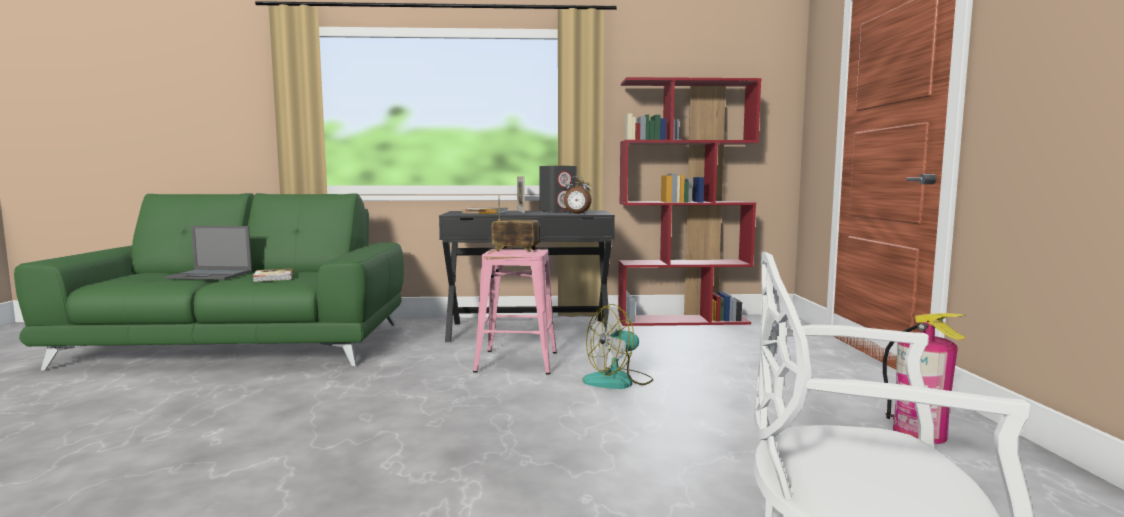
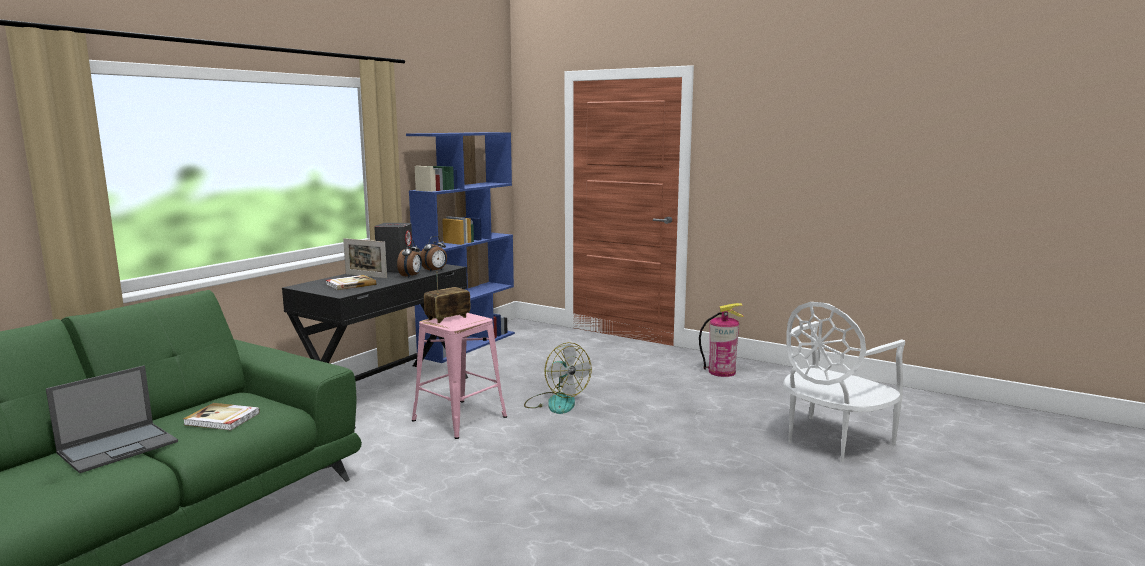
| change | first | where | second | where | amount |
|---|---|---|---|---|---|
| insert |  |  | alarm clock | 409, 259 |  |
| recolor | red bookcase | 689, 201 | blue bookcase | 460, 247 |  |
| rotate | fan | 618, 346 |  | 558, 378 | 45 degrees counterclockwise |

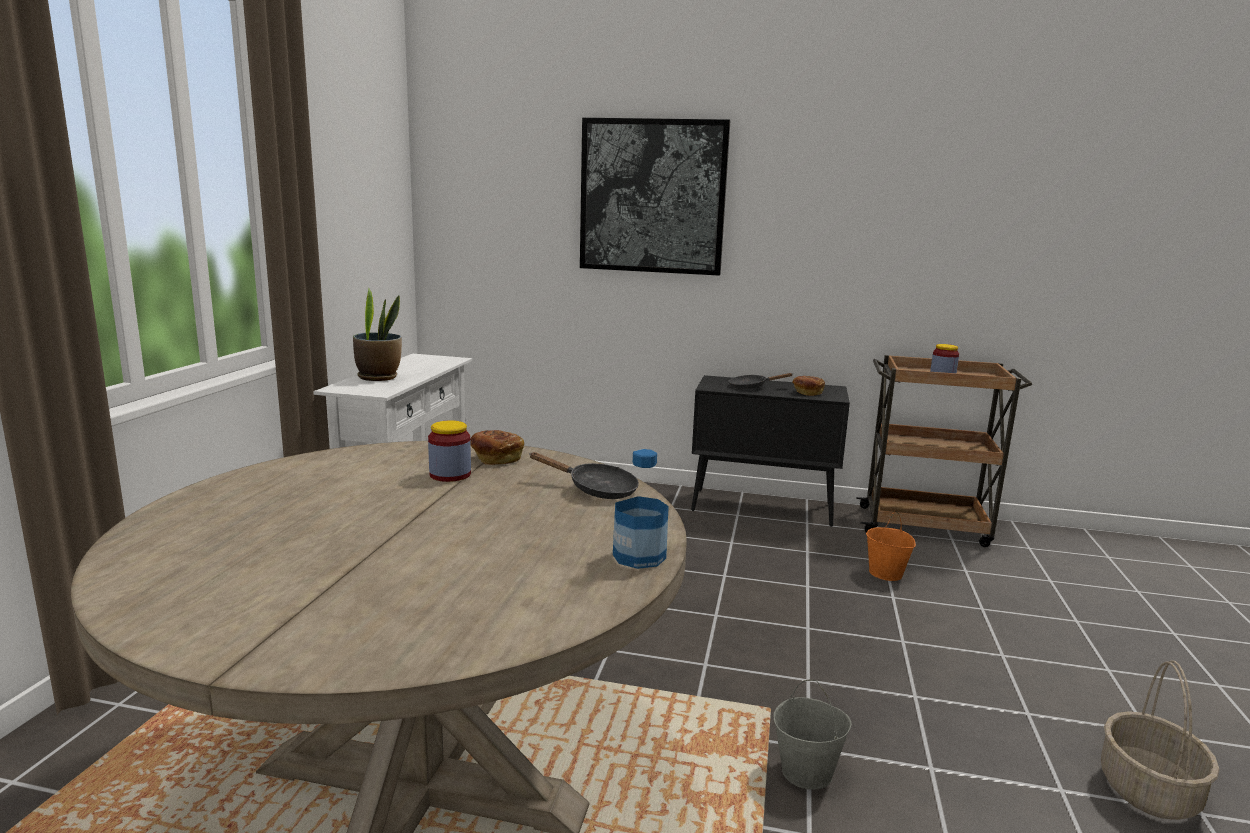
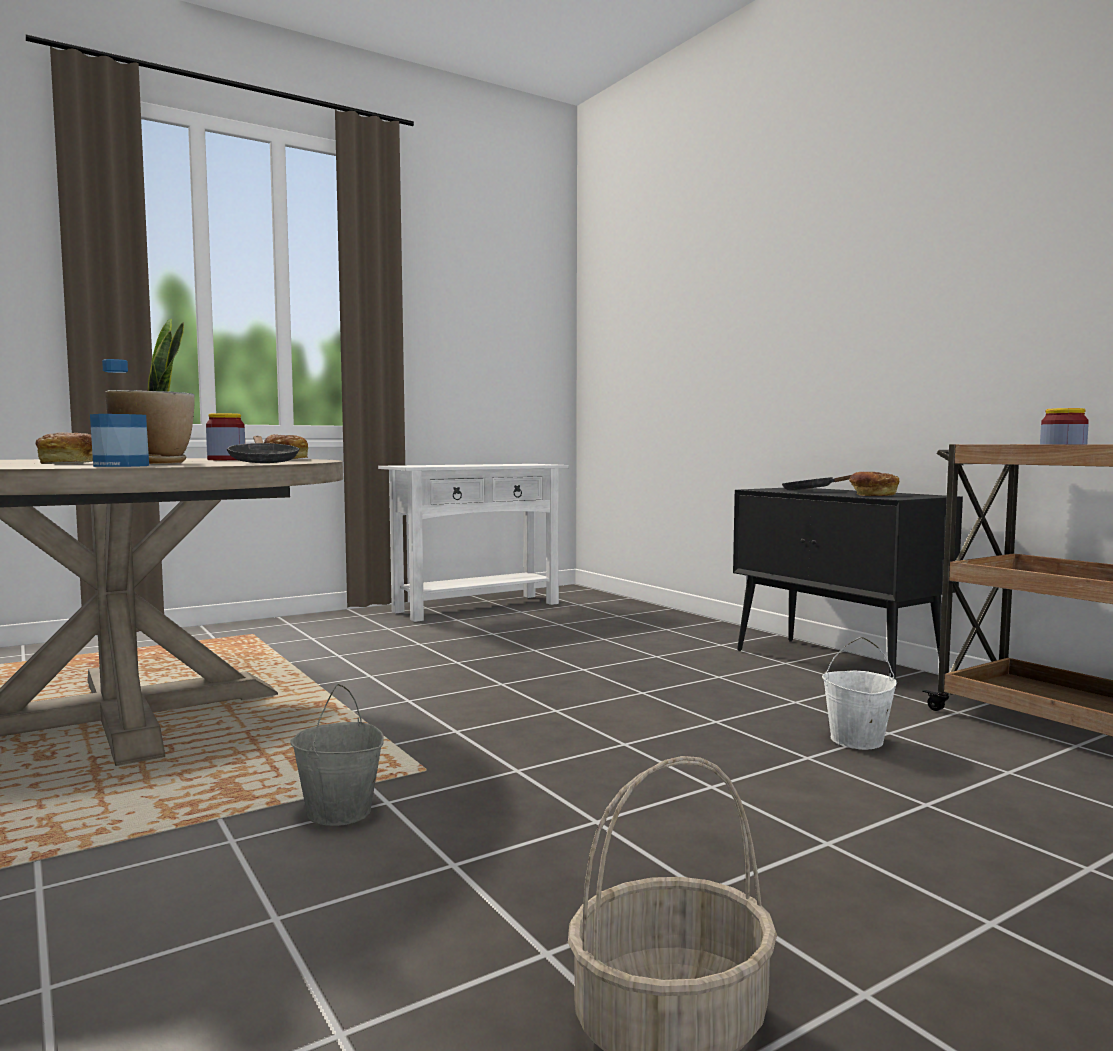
| change | first | where | second | where | amount |
|---|---|---|---|---|---|
| delete | picture | 655, 197 |  |  |  |
| insert |  |  | bread | 64, 448 |  |
| move | potted plant | 377, 334 |  | 150, 391 |  |
| recolor | orange bucket | 891, 546 | white bucket | 859, 693 |  |

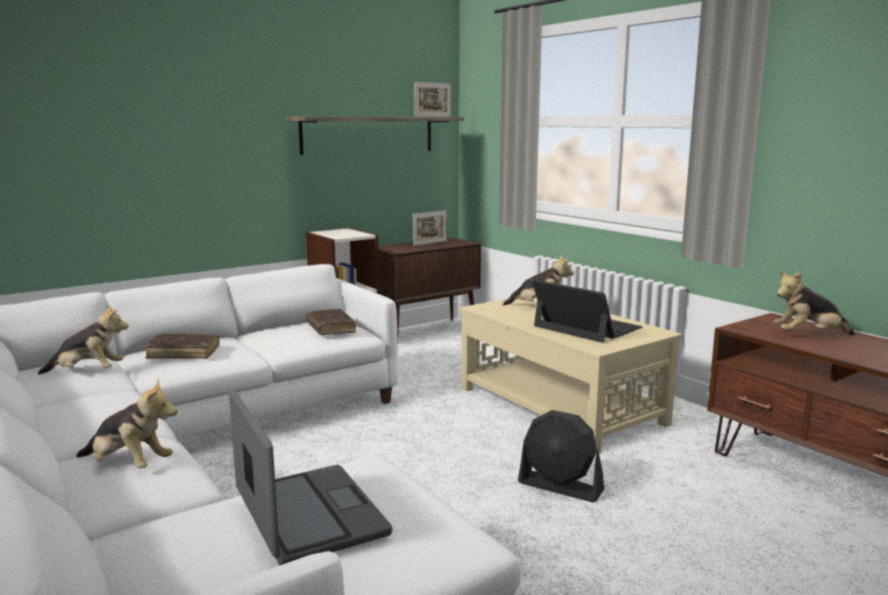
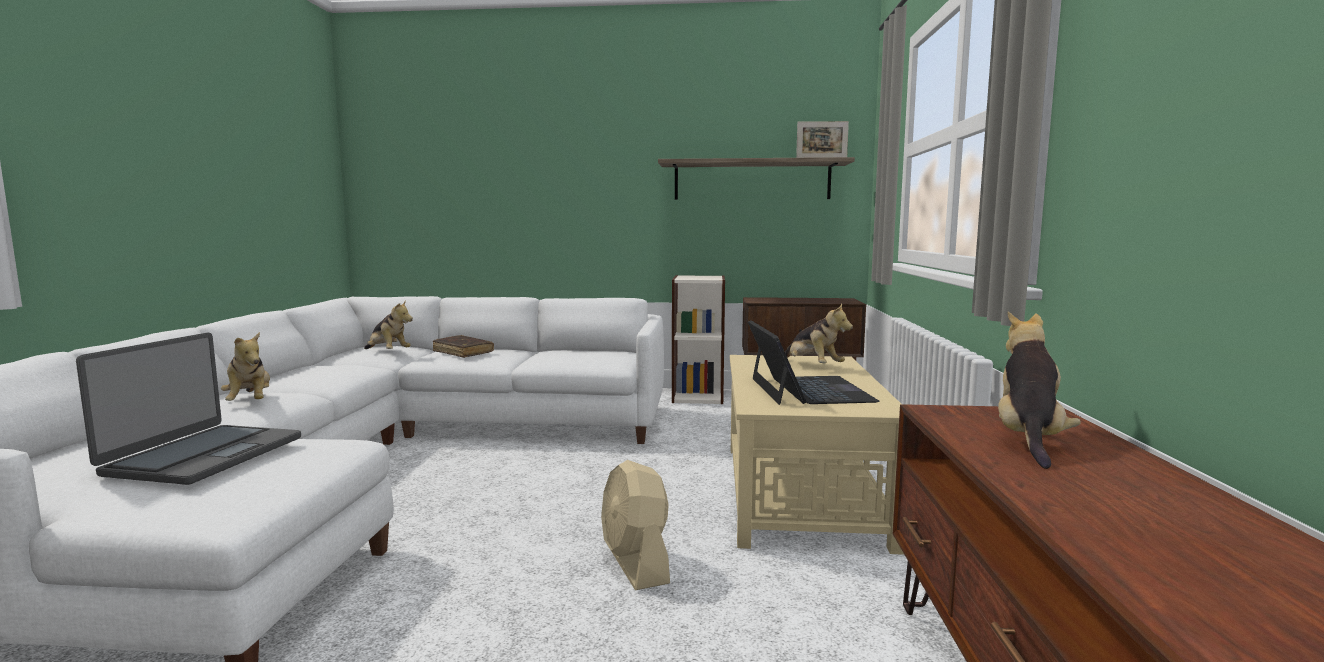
| change | first | where | second | where | amount |
|---|---|---|---|---|---|
| delete | brown book | 330, 322 |  |  |  |
| delete | picture frame | 429, 228 |  |  |  |
| recolor | black fan | 561, 456 | beige fan | 635, 525 |  |
| rotate | plush toy | 814, 303 |  | 1039, 390 | 75 degrees clockwise |

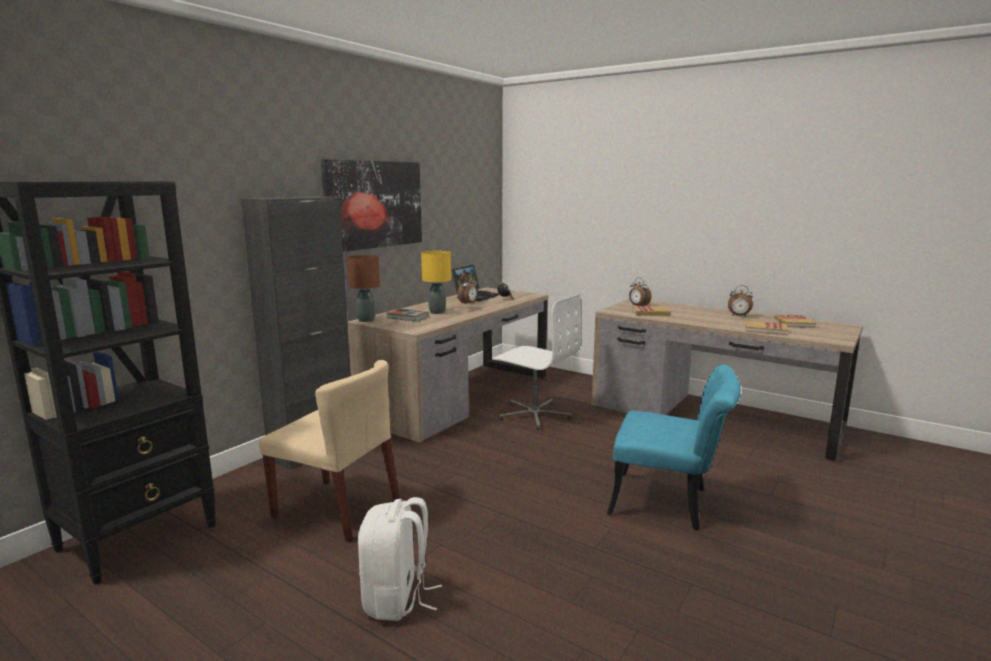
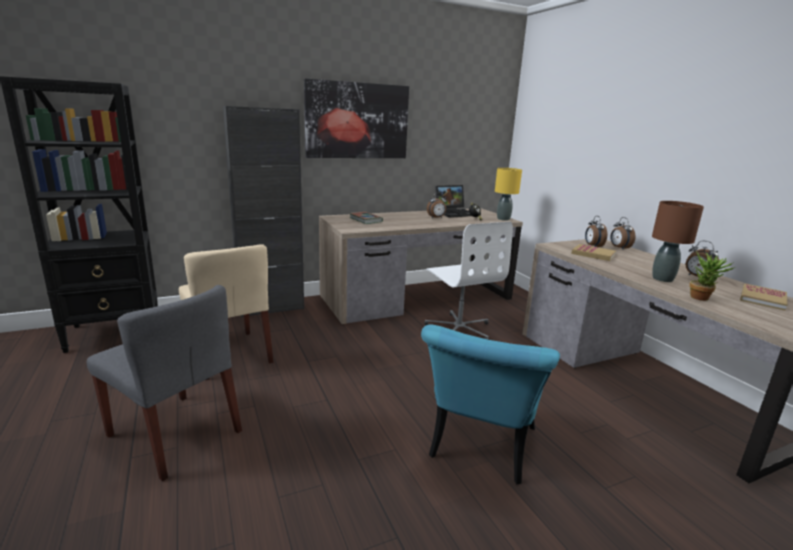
| change | first | where | second | where | amount |
|---|---|---|---|---|---|
| insert |  |  | alarm clock | 623, 233 |  |
| move | brown table lamp | 363, 288 |  | 678, 241 |  |
| move | yellow table lamp | 436, 282 |  | 508, 194 |  |
| replace | white backpack | 400, 559 | grey chair | 164, 383 |  |
| replace | book | 767, 328 | potted plant | 712, 276 |  |
| rotate | turquoise chair | 674, 448 |  | 490, 404 | 60 degrees clockwise |

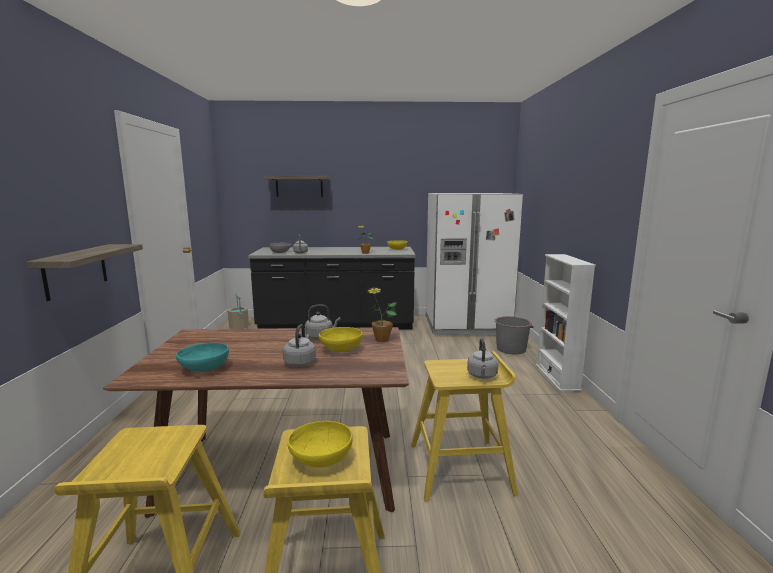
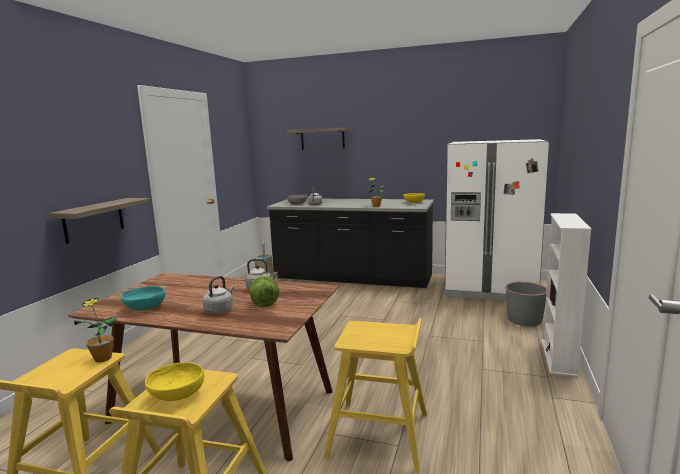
| change | first | where | second | where | amount |
|---|---|---|---|---|---|
| delete | grey kettle | 483, 358 |  |  |  |
| move | potted plant | 382, 314 |  | 95, 330 |  |
| replace | yellow bowl | 340, 339 | lettuce | 264, 291 |  |

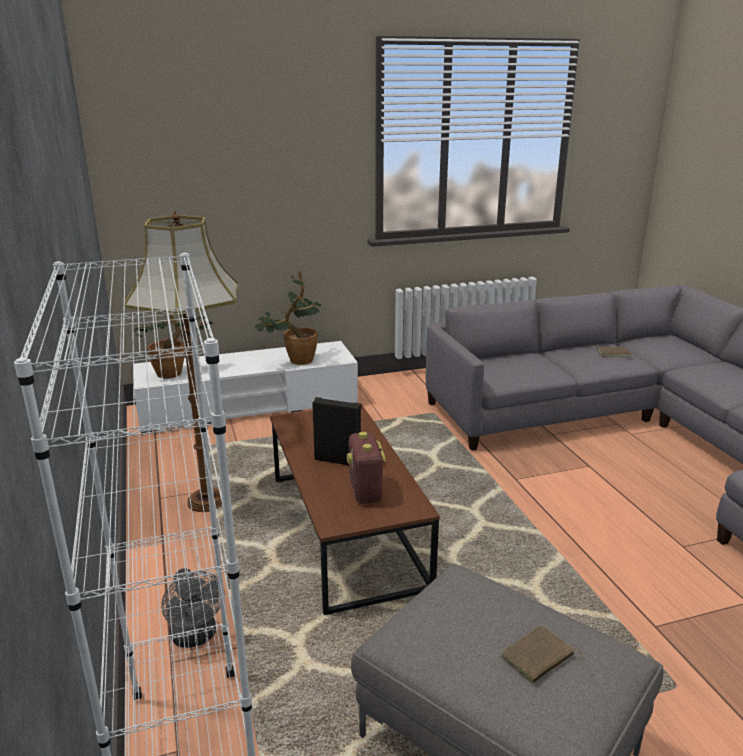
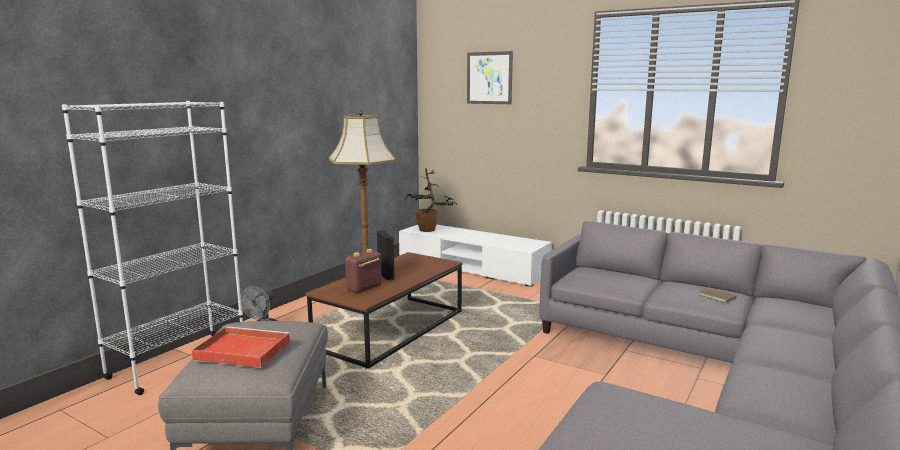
| change | first | where | second | where | amount |
|---|---|---|---|---|---|
| delete | potted plant | 288, 318 |  |  |  |
| insert |  |  | picture | 490, 77 |  |
| replace | brown book | 543, 654 | red tray | 241, 347 |  |

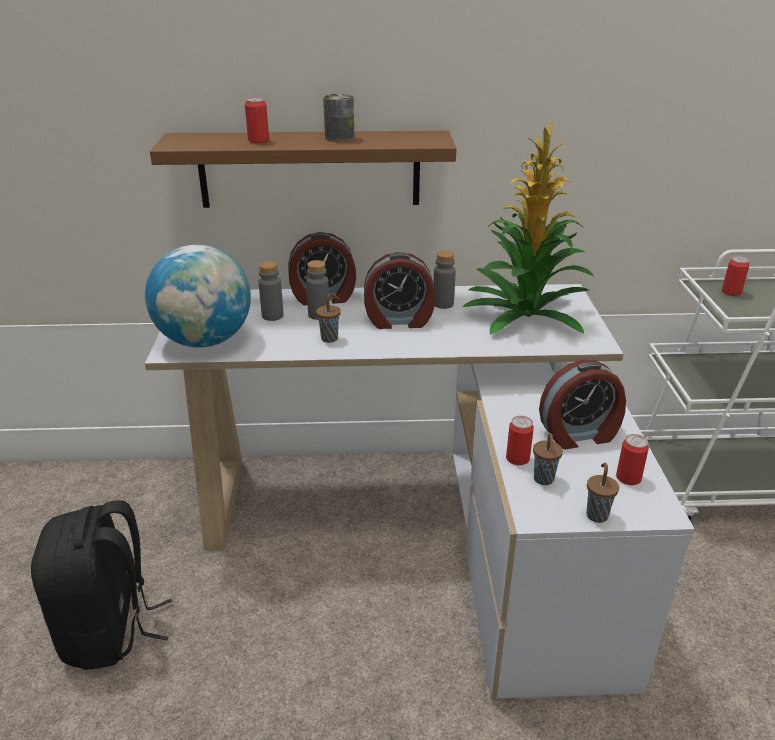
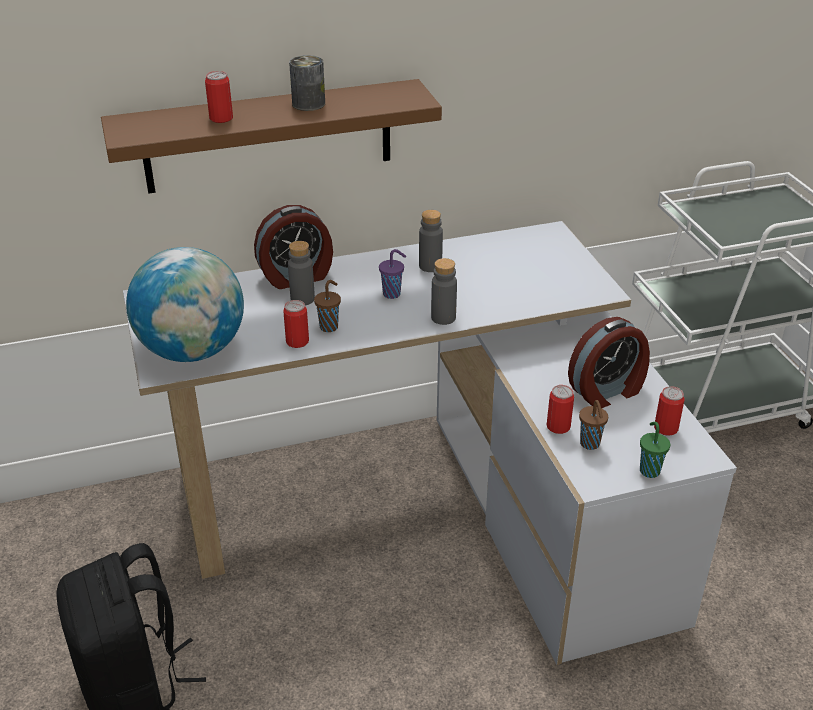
| change | first | where | second | where | amount |
|---|---|---|---|---|---|
| delete | potted plant | 528, 229 |  |  |  |
| move | grey bottle | 271, 291 |  | 444, 291 |  |
| move | can | 735, 276 |  | 296, 324 |  |
| replace | alarm clock | 399, 290 | purple cup | 392, 274 |  |
| recolor | brown cup | 602, 493 | green cup | 655, 450 |  |

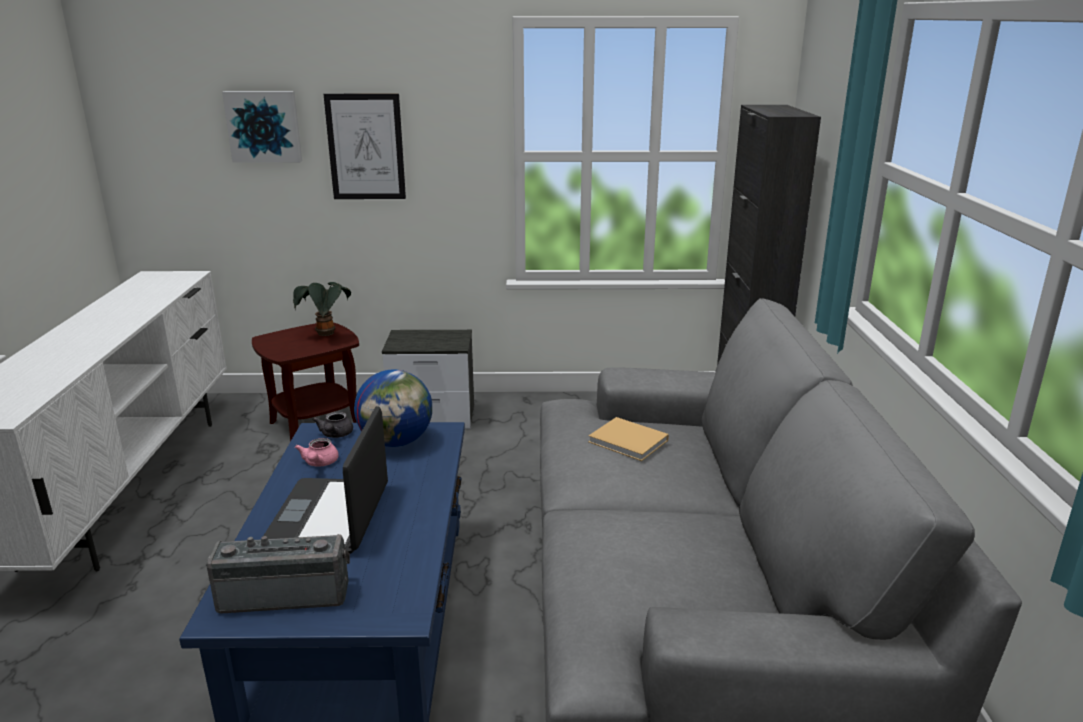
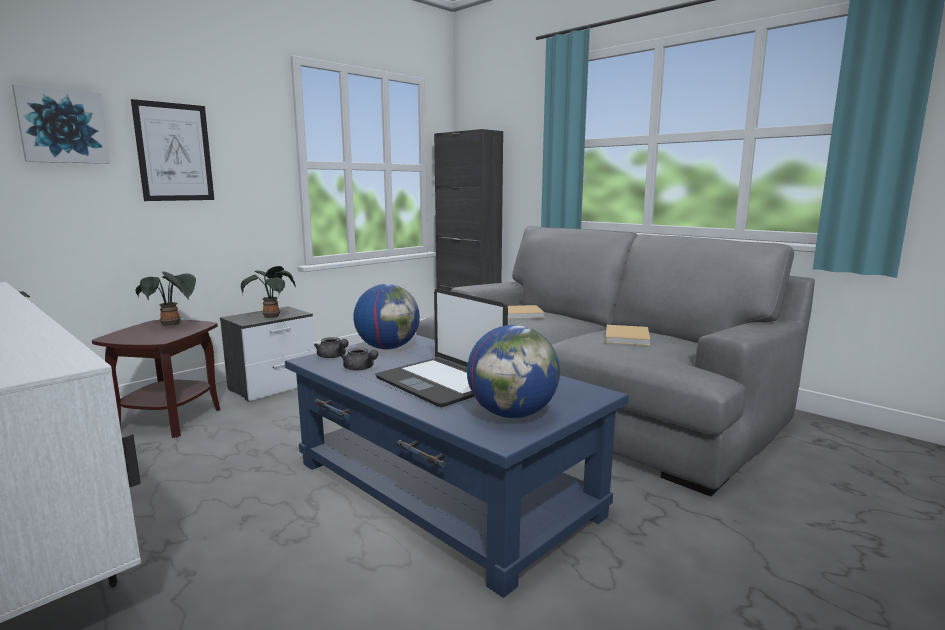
| change | first | where | second | where | amount |
|---|---|---|---|---|---|
| insert |  |  | potted plant | 268, 292 |  |
| insert |  |  | beige book | 627, 335 |  |
| replace | radio | 278, 574 | globe | 513, 371 |  |
| recolor | pink teapot | 317, 452 | grey teapot | 359, 358 |  |

